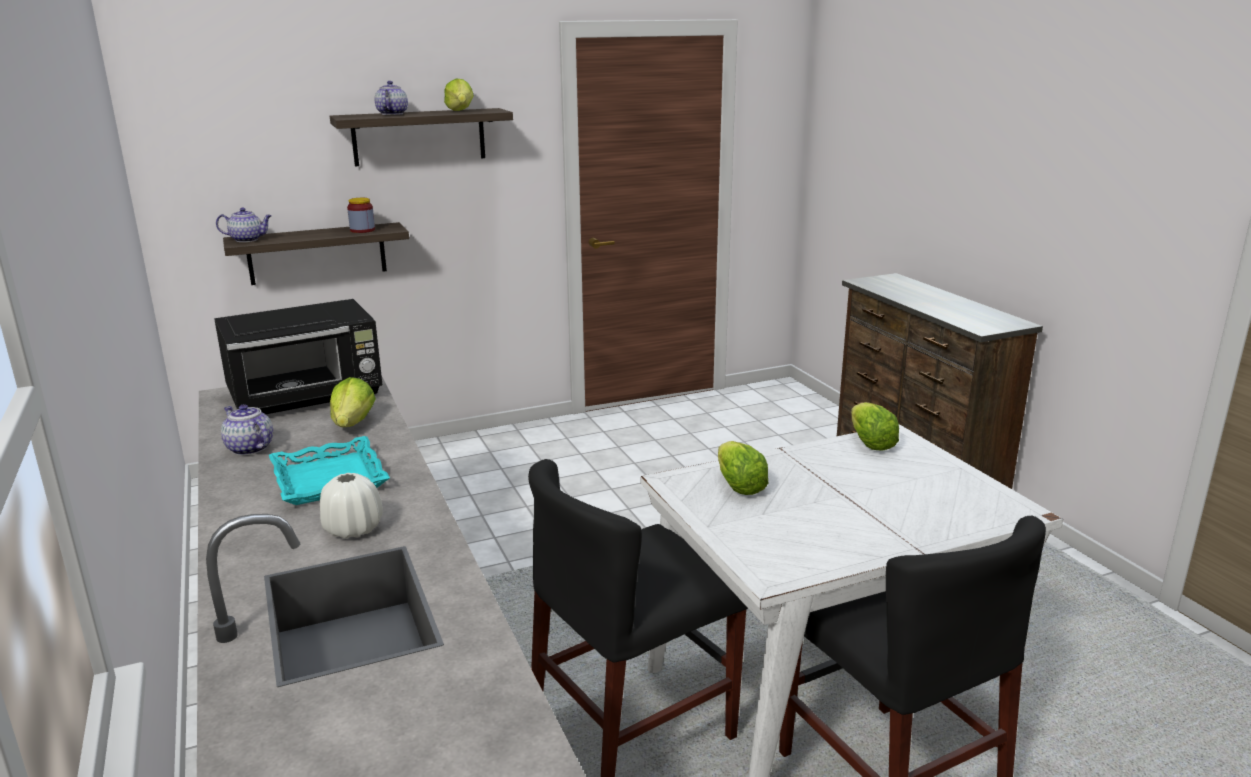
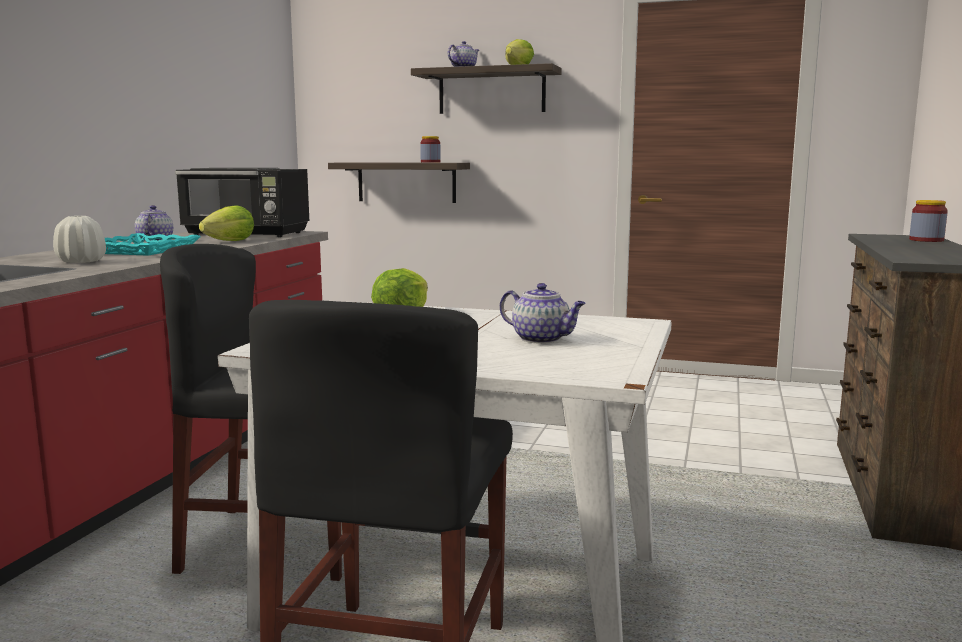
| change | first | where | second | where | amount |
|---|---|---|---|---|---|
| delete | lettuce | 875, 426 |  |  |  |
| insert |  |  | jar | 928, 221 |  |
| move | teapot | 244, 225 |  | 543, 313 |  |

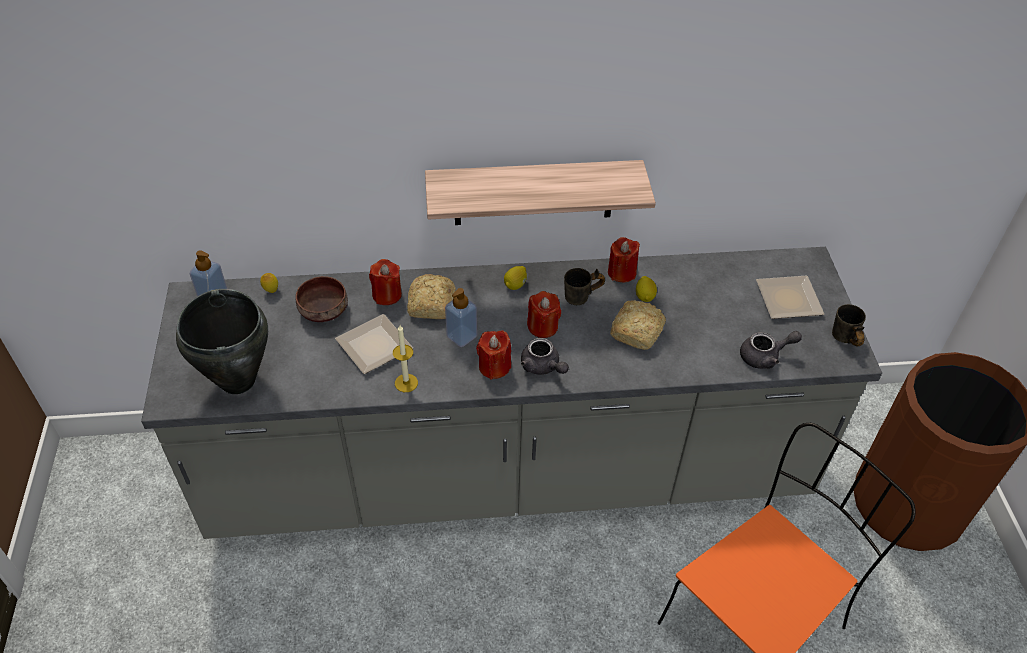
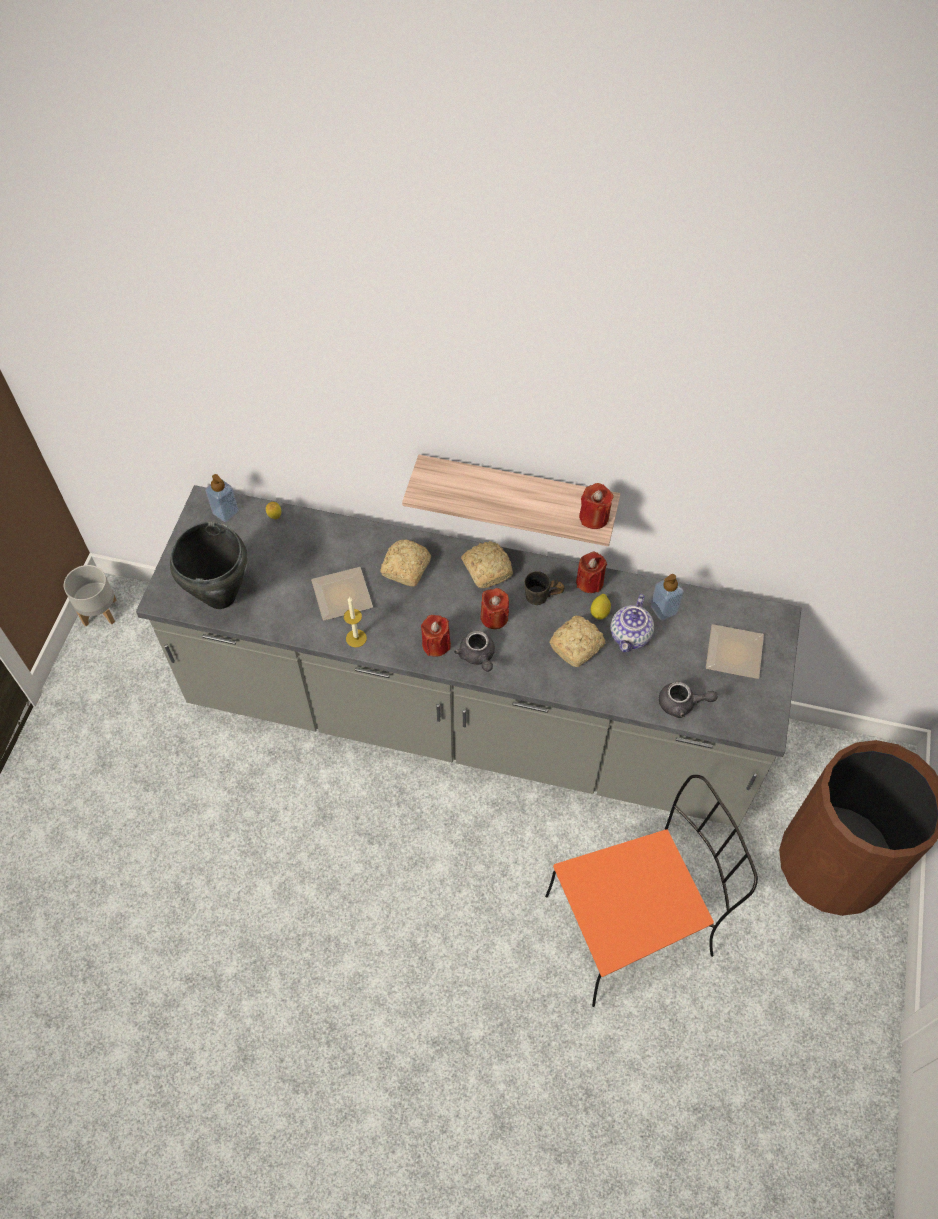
| change | first | where | second | where | amount |
|---|---|---|---|---|---|
| delete | brown bowl | 322, 299 |  |  |  |
| delete | grey mug | 849, 325 |  |  |  |
| insert |  |  | grey planter | 90, 595 |  |
| insert |  |  | teapot | 632, 623 |  |
| move | red candle | 385, 282 |  | 596, 506 |  |
| move | soap dispenser | 461, 317 |  | 667, 597 |  |
| replace | lemon | 515, 278 | bread | 487, 564 |  |

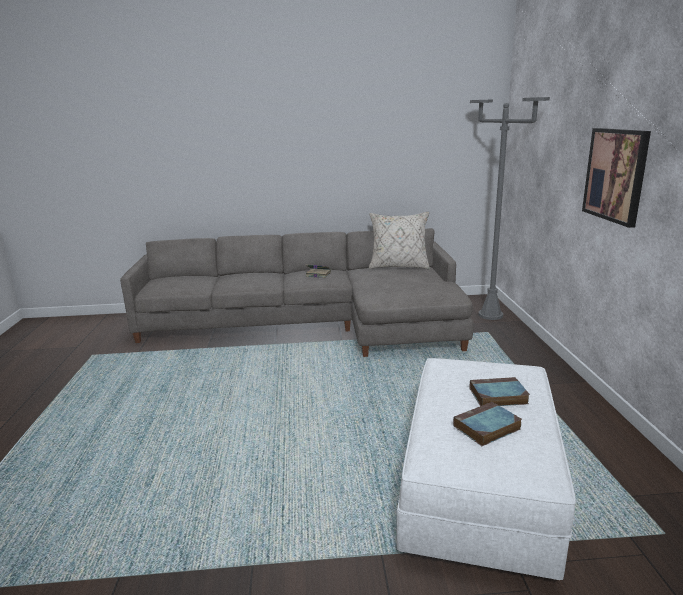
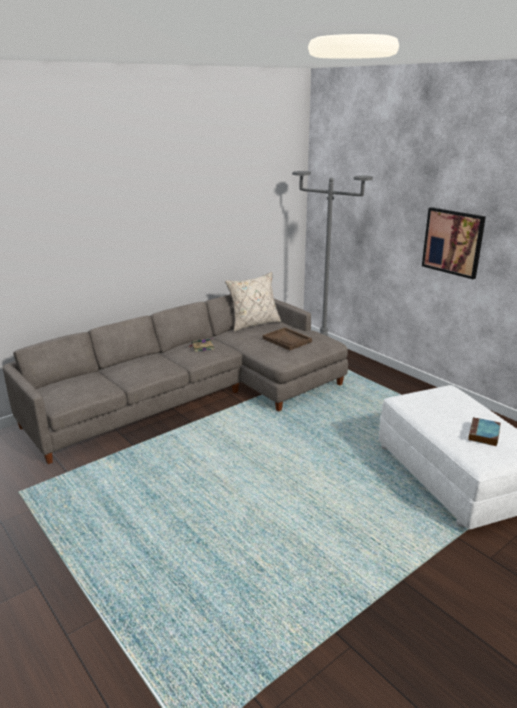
| change | first | where | second | where | amount |
|---|---|---|---|---|---|
| delete | book | 500, 391 |  |  |  |
| insert |  |  | brown tray | 287, 339 |  |

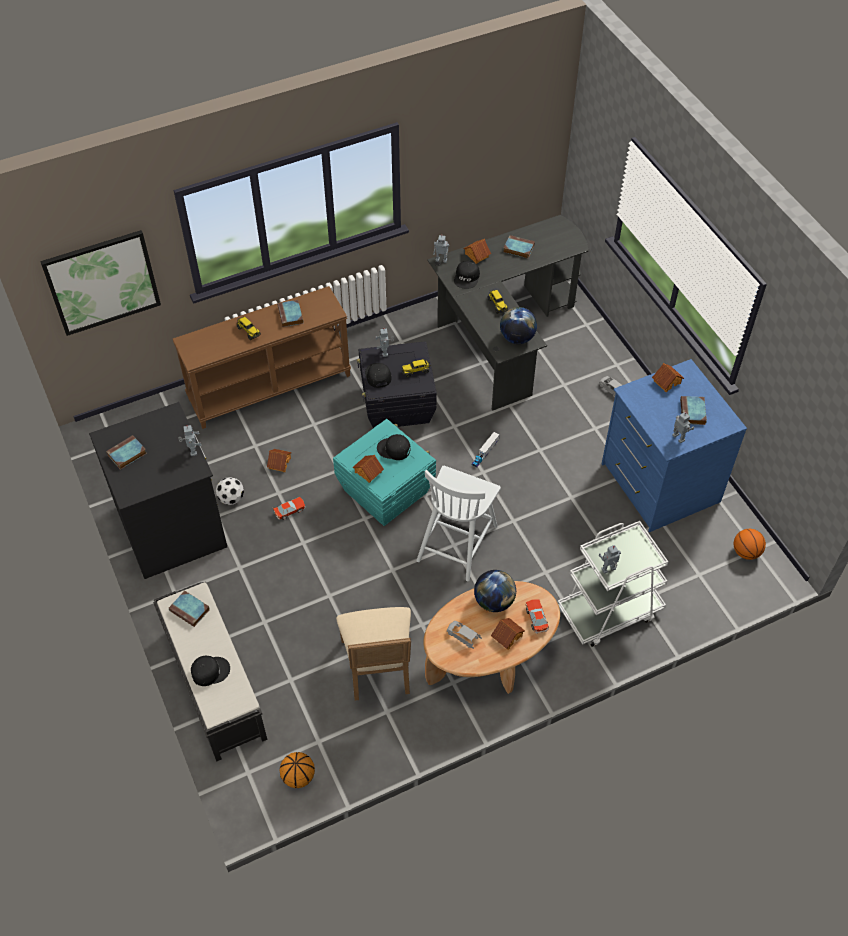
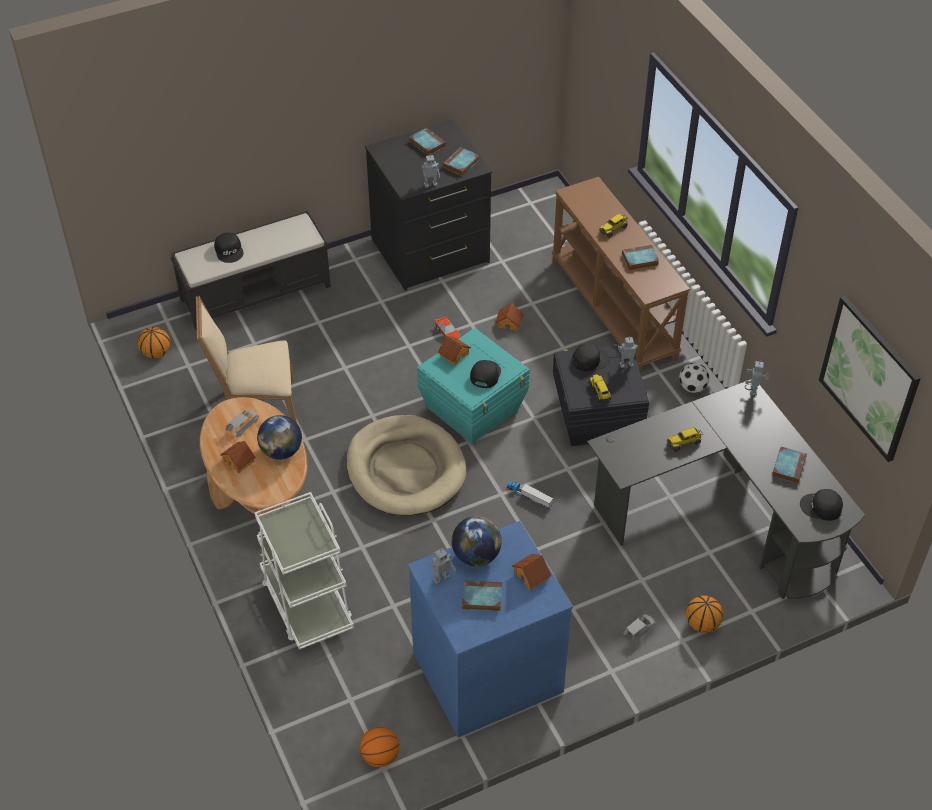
| change | first | where | second | where | amount |
|---|---|---|---|---|---|
| delete | toy house | 477, 251 |  |  |  |
| delete | toy car | 537, 616 |  |  |  |
| delete | toy robot | 610, 559 |  |  |  |
| insert |  |  | basketball | 704, 614 |  |
| move | picture | 100, 283 |  | 870, 379 |  |
| move | book | 189, 609 |  | 461, 161 |  |
| move | football | 230, 491 |  | 694, 378 |  |
| move | black cap | 467, 275 |  | 821, 505 |  |
| move | globe | 518, 325 |  | 477, 541 |  |
| replace | white chair | 458, 523 | beige dog bed | 406, 465 |  |

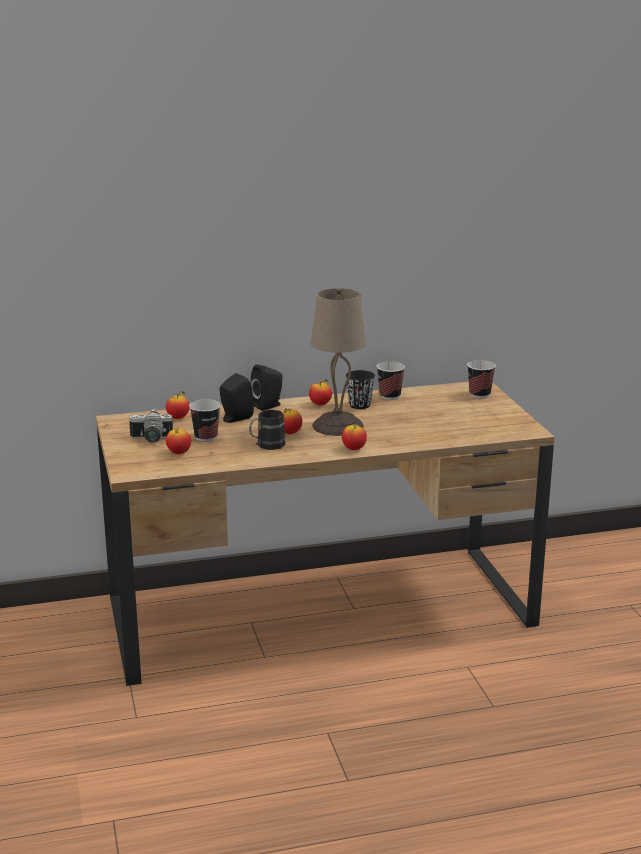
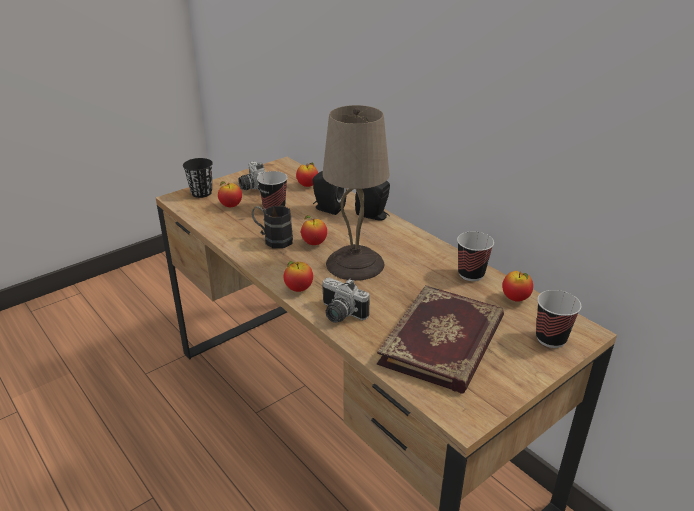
| change | first | where | second | where | amount |
|---|---|---|---|---|---|
| insert |  |  | photo camera | 346, 300 |  |
| insert |  |  | book | 440, 339 |  |
| move | apple | 320, 392 |  | 517, 286 |  |
| move | black cup | 360, 389 |  | 198, 178 |  |

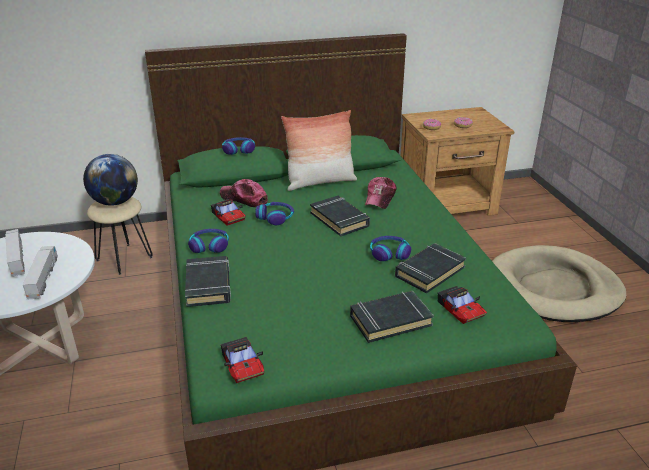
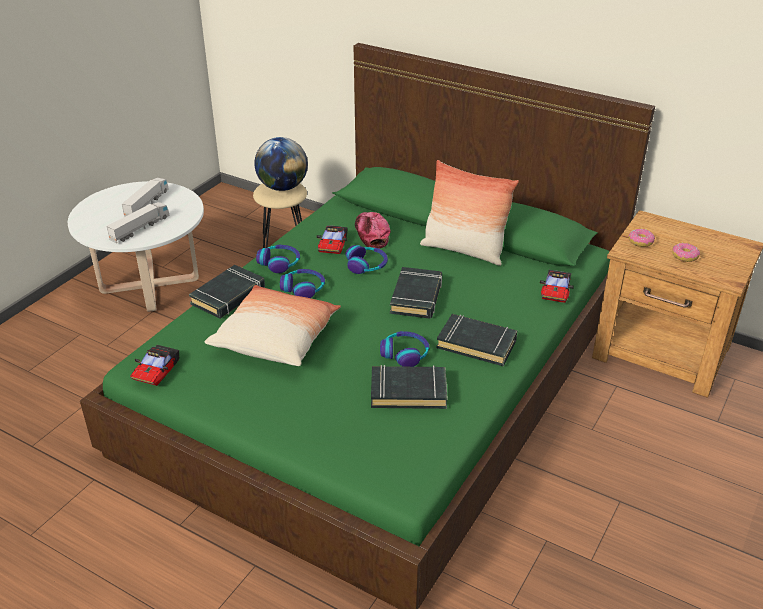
| change | first | where | second | where | amount |
|---|---|---|---|---|---|
| delete | cap | 381, 193 |  |  |  |
| delete | beige dog bed | 559, 283 |  |  |  |
| insert |  |  | pillow | 273, 325 |  |
| move | headphones | 238, 146 |  | 302, 283 |  |
| move | black book | 392, 317 |  | 476, 340 |  |
| move | toy car | 462, 305 |  | 557, 286 |  |

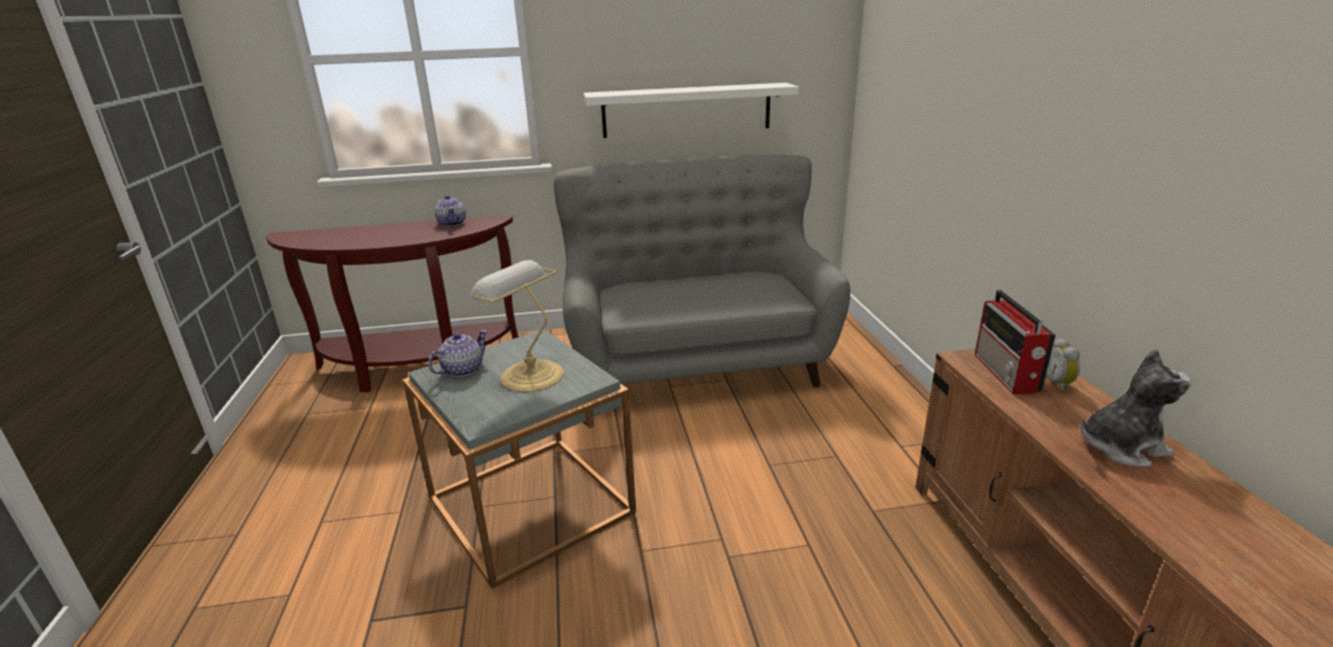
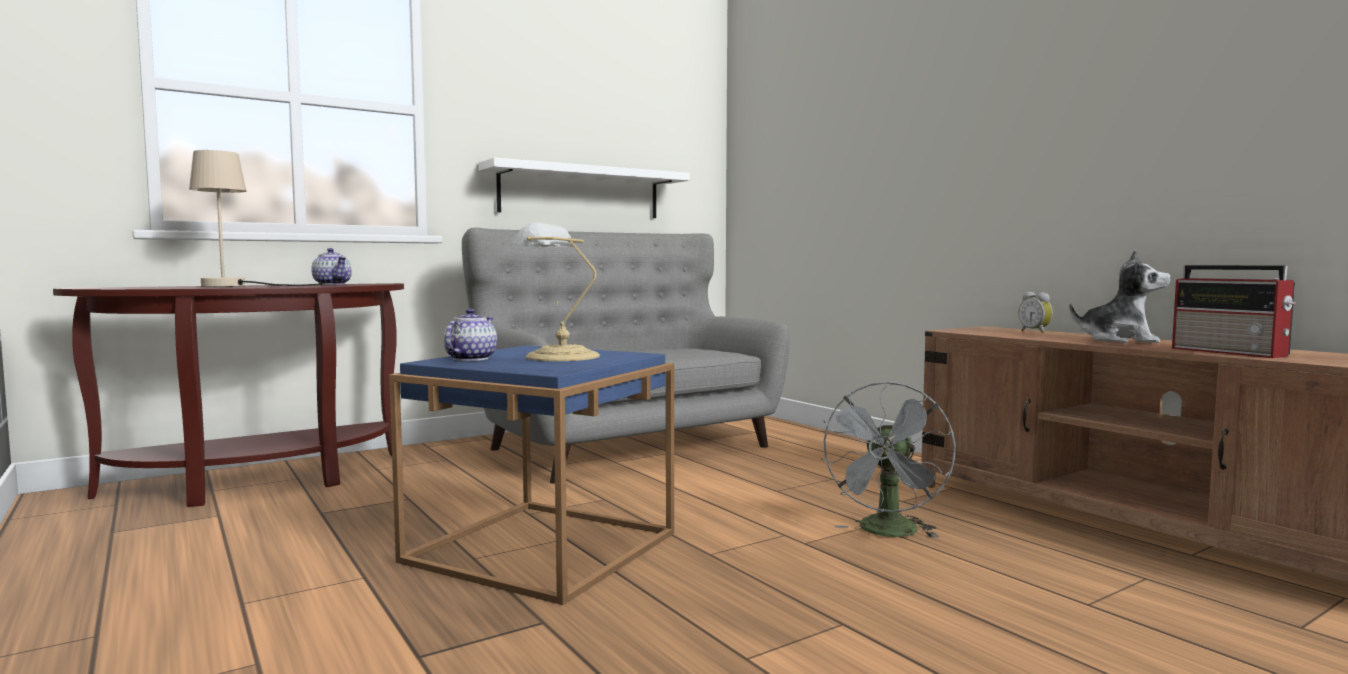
| change | first | where | second | where | amount |
|---|---|---|---|---|---|
| insert |  |  | beige table lamp | 255, 218 |  |
| insert |  |  | grey fan | 888, 459 |  |
| move | radio | 1015, 342 |  | 1234, 311 |  |
| recolor | grey side table | 519, 459 | blue side table | 531, 475 |  |
| rotate | plush toy | 1136, 408 |  | 1120, 296 | 60 degrees clockwise |

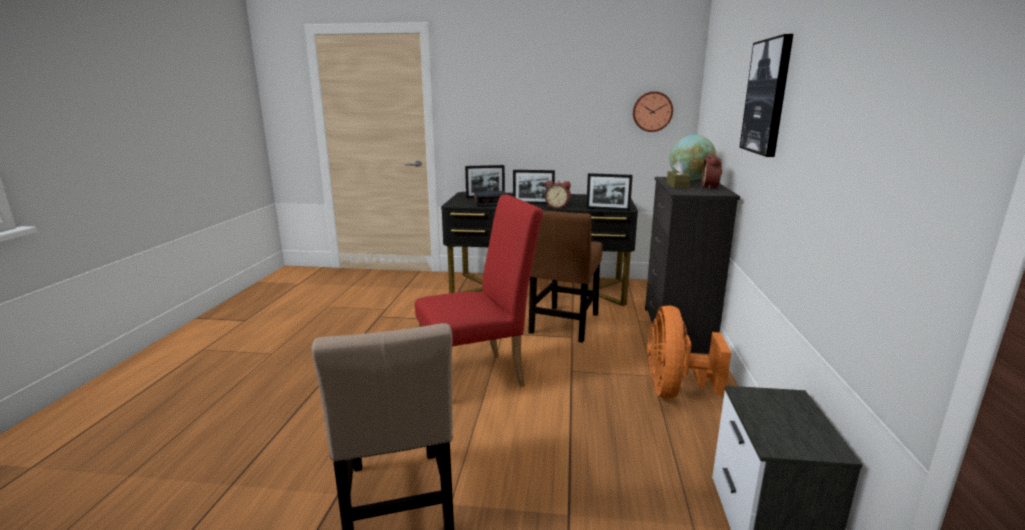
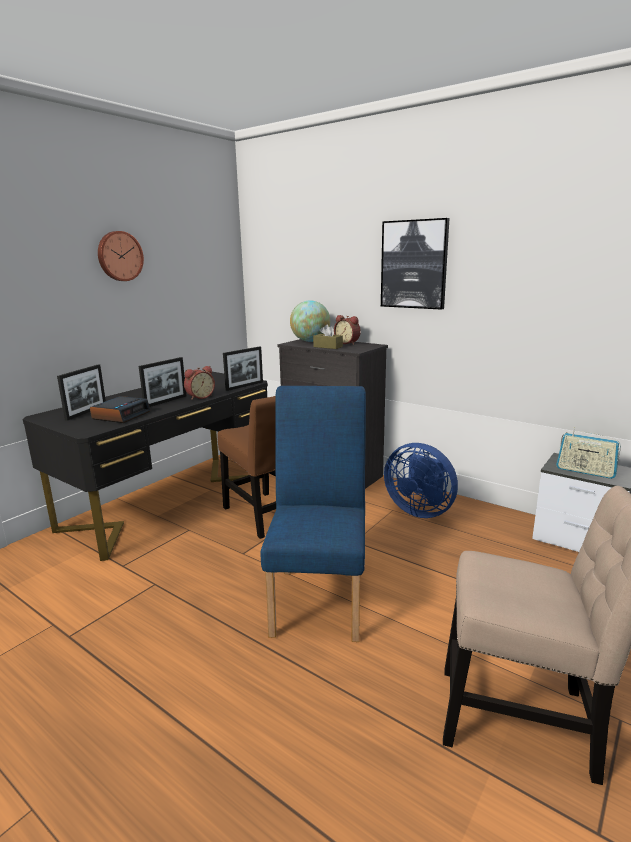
| change | first | where | second | where | amount |
|---|---|---|---|---|---|
| insert |  |  | radio | 588, 453 |  |
| move | wall clock | 653, 111 |  | 121, 256 |  |
| recolor | red chair | 479, 290 | blue chair | 313, 514 |  |
| recolor | orange fan | 689, 352 | blue fan | 421, 480 |  |

